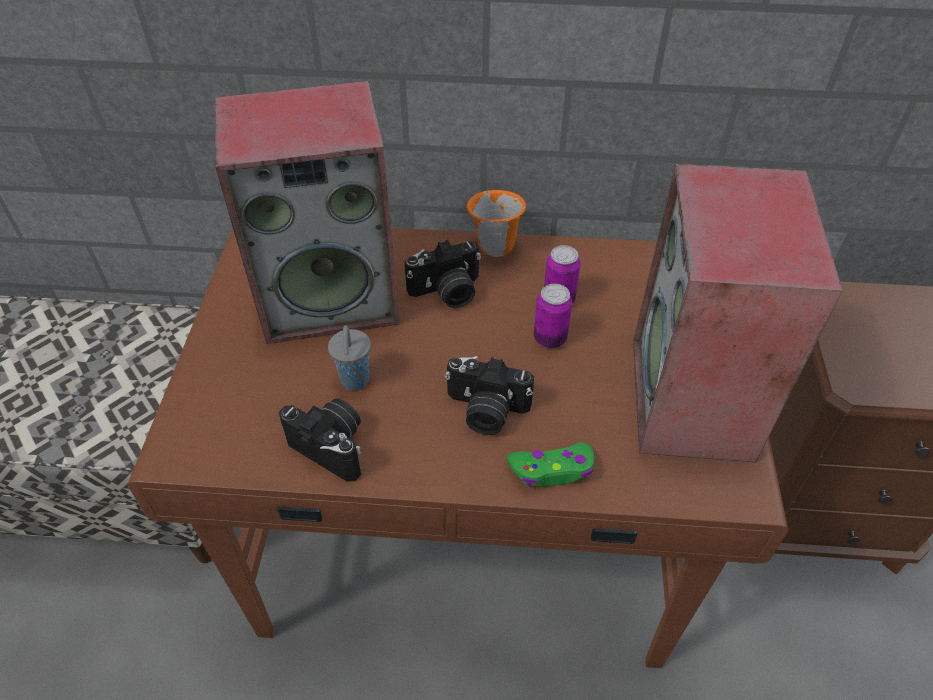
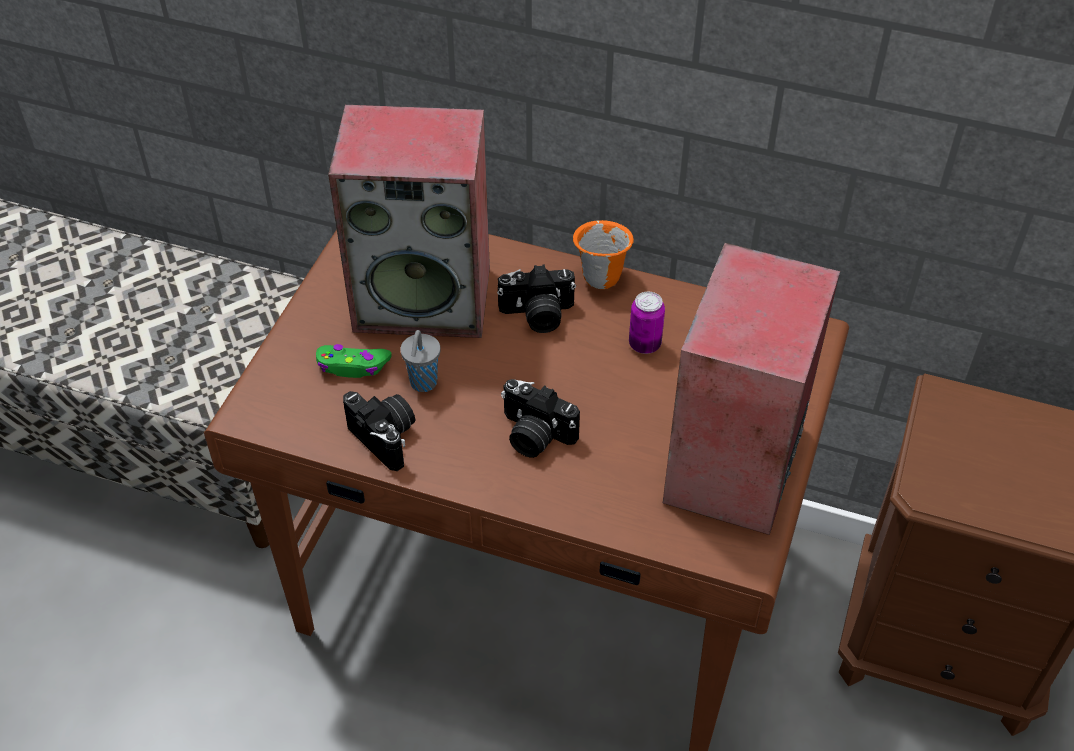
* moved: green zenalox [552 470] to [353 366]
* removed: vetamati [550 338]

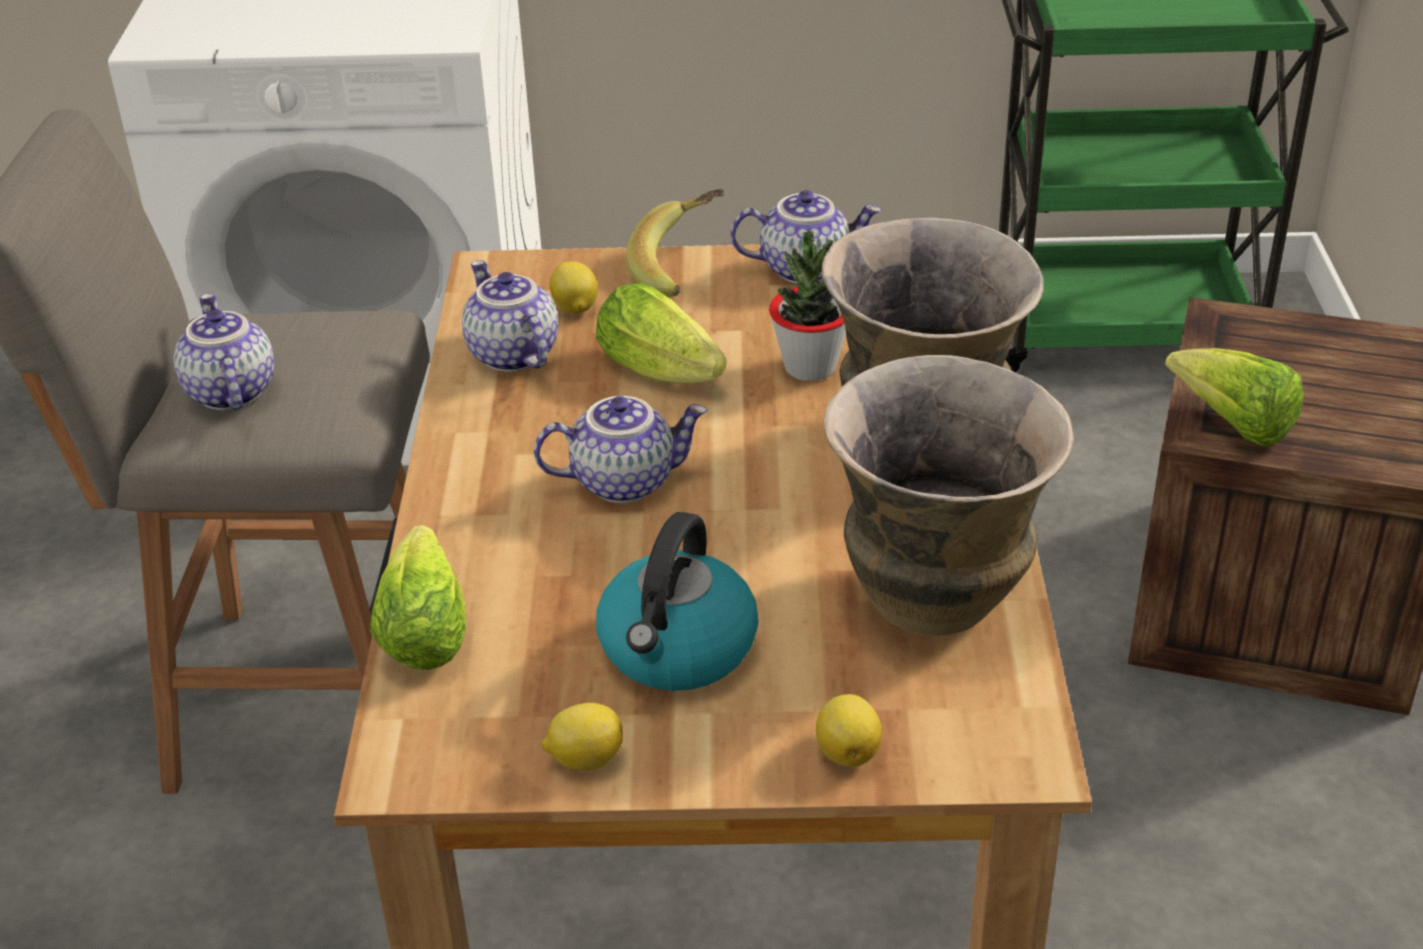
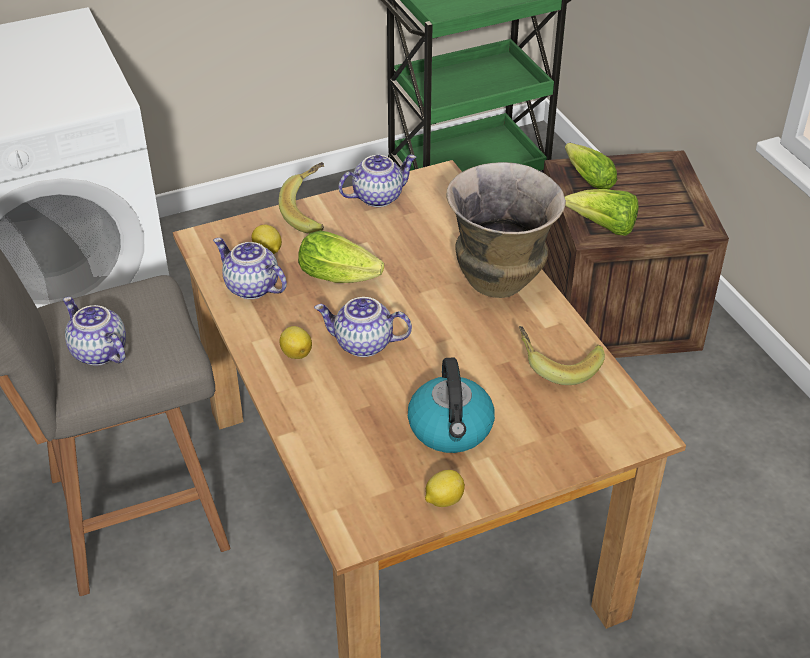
* moved: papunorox [425 624] to [586 178]
* turned: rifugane [624 480] = [363 344] 135 degrees counterclockwise
* removed: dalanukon [810 367]
* moved: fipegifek [848 751] to [296 353]
* replaced: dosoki [936 599] to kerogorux [557 365]

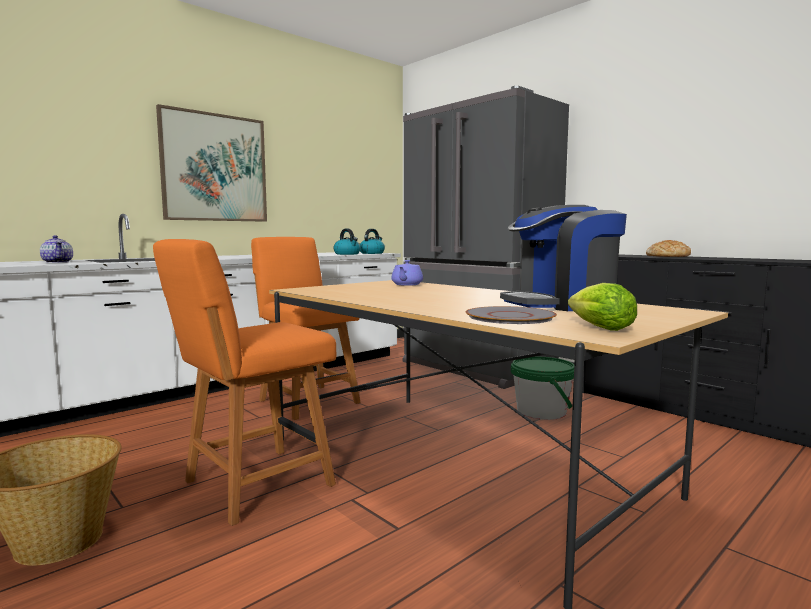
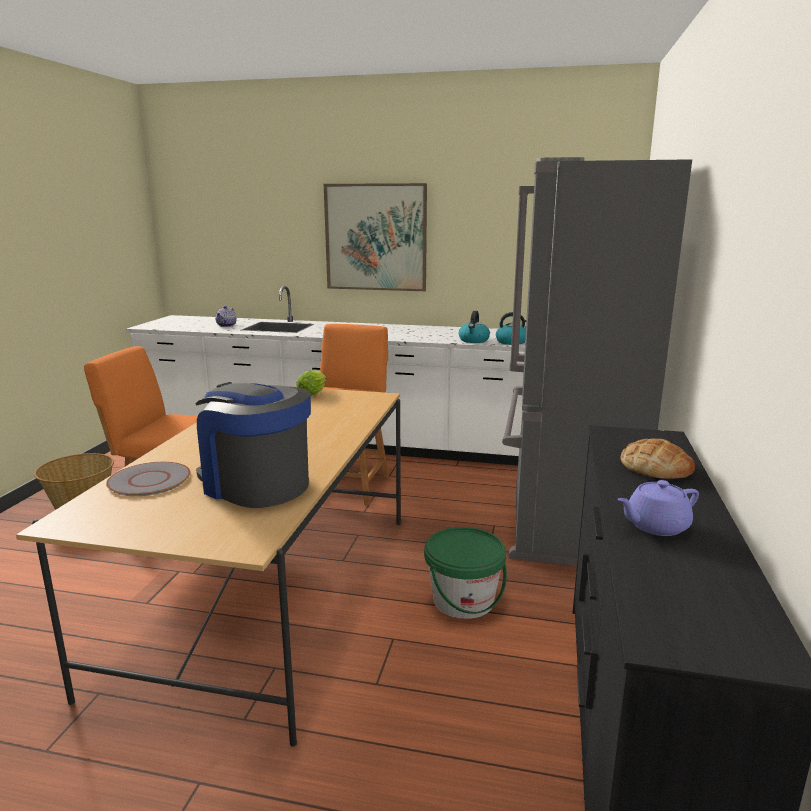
* moved: purple rifugane [406 285] to [655 526]
* moved: papunorox [597 328] to [313 393]

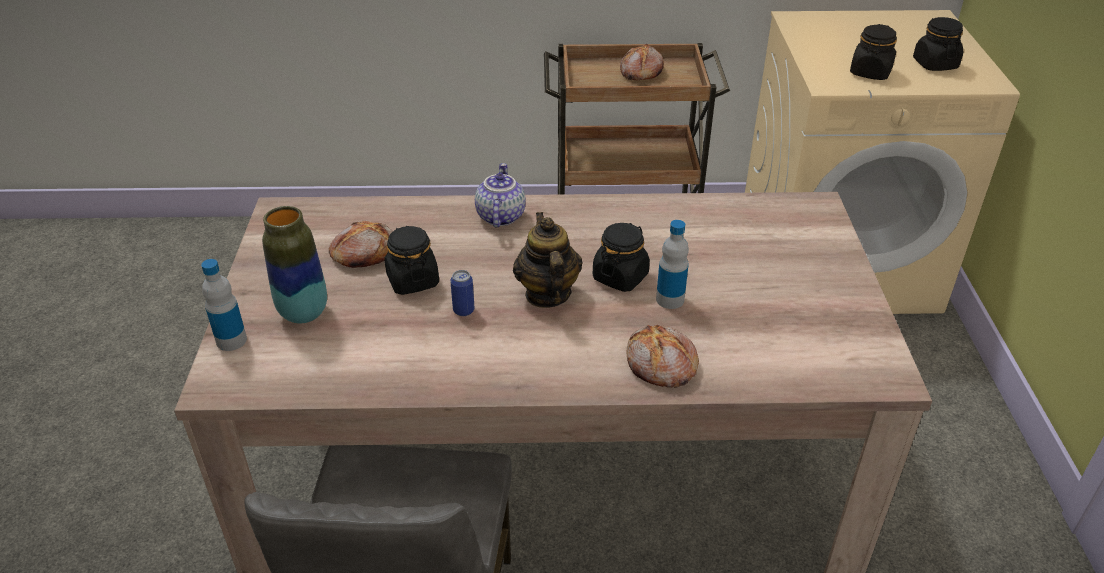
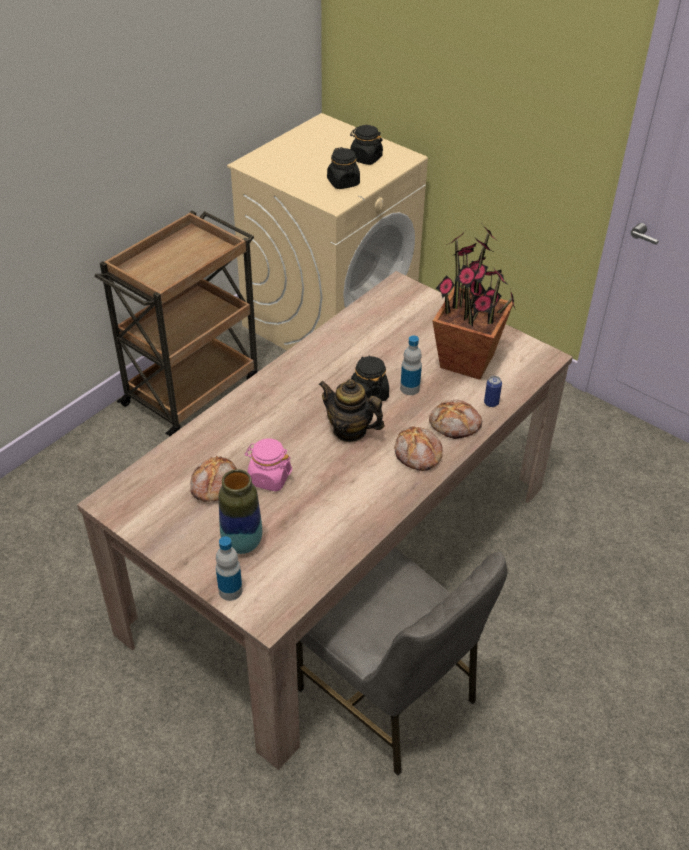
* recoloured: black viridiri [412 280] to pink viridiri [269 478]
* moved: vetamati [463 310] to [491 403]
* removed: rifugane [499 216]
* moved: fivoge [640 72] to [417 454]
* added: dalanukon [467 362]

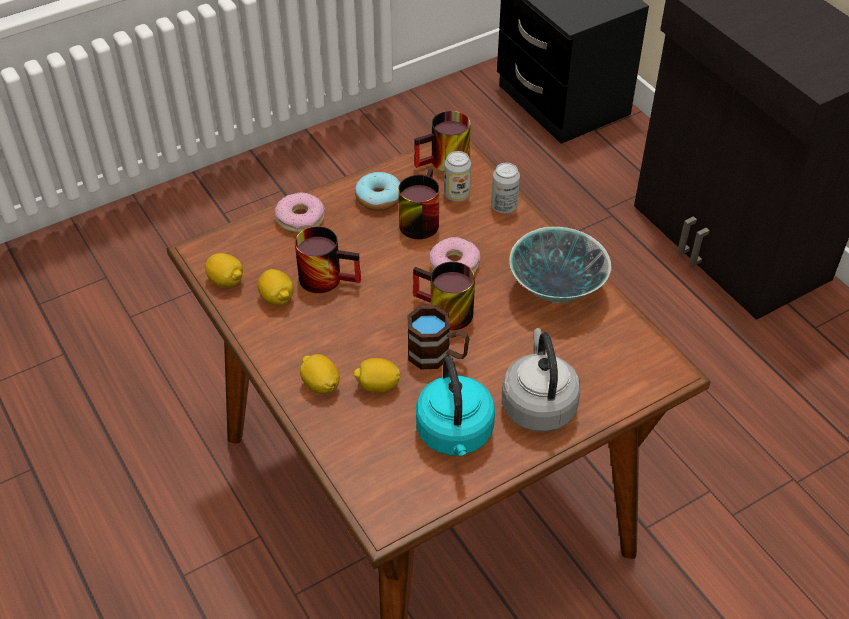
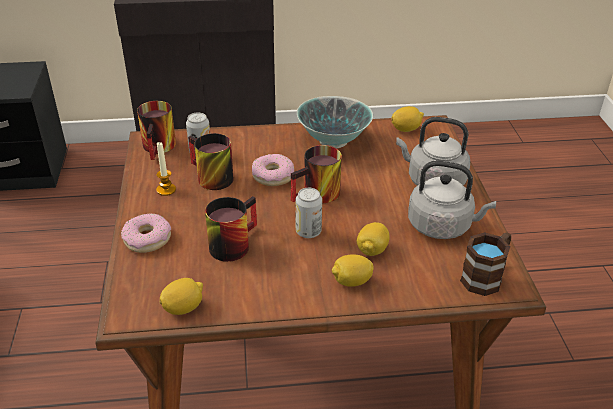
* moved: fipegifek [277 298] to [406 129]
* replaced: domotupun [379 198] to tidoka [166 190]
* moved: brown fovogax [437 356] to [486 276]
* recoloured: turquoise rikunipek [455 435] to grey rikunipek [442 226]
* moved: vetamati [504 206] to [308 232]

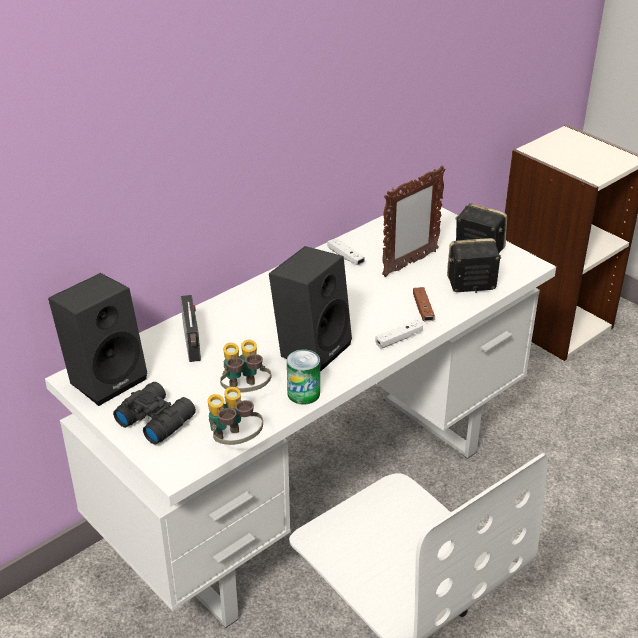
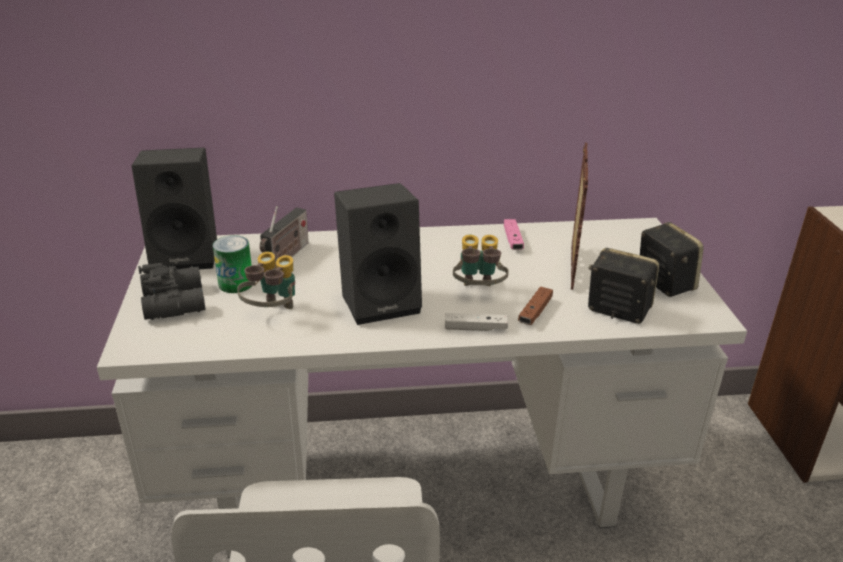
* moved: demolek [234 443] to [478 292]
* moved: vetamati [303 393] to [236 283]
* recoloured: white zenalox [345 257] to pink zenalox [513 240]
* turned: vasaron [409 264] = [571 268] 75 degrees counterclockwise

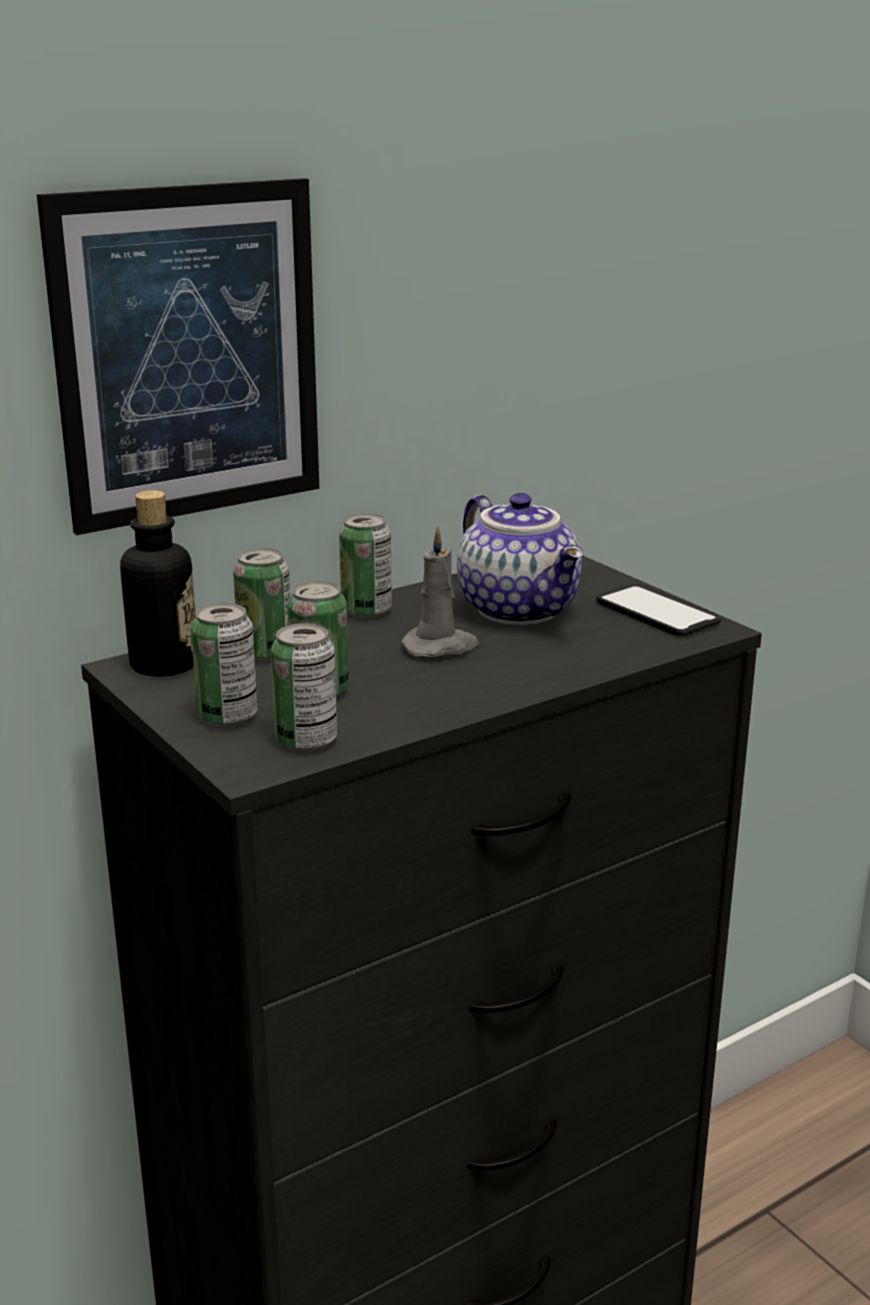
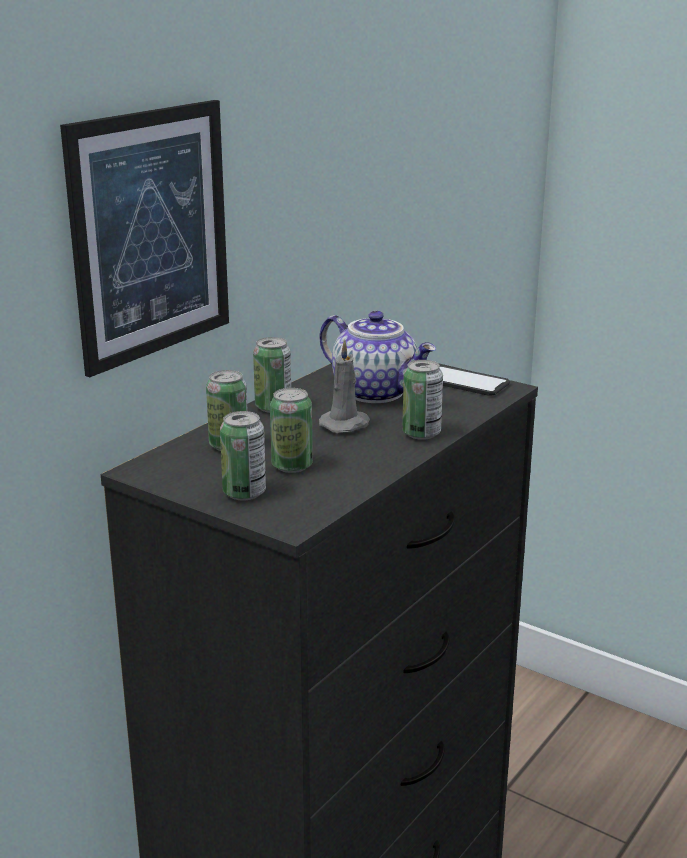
* removed: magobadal [164 665]
* moved: vetamati [306 741] to [421 433]

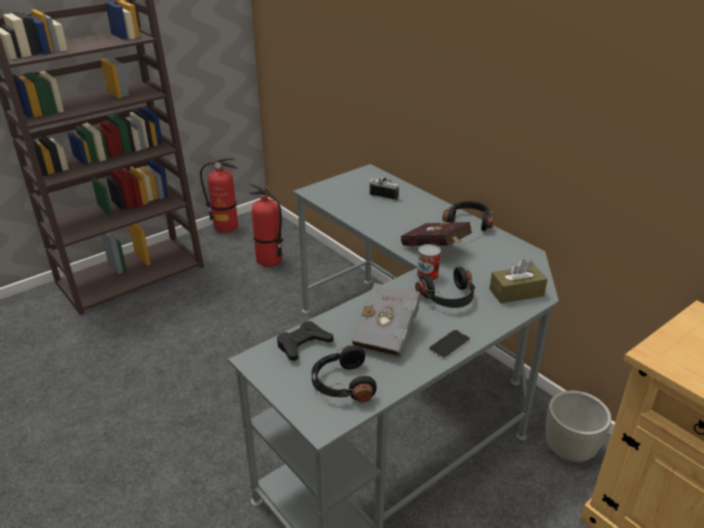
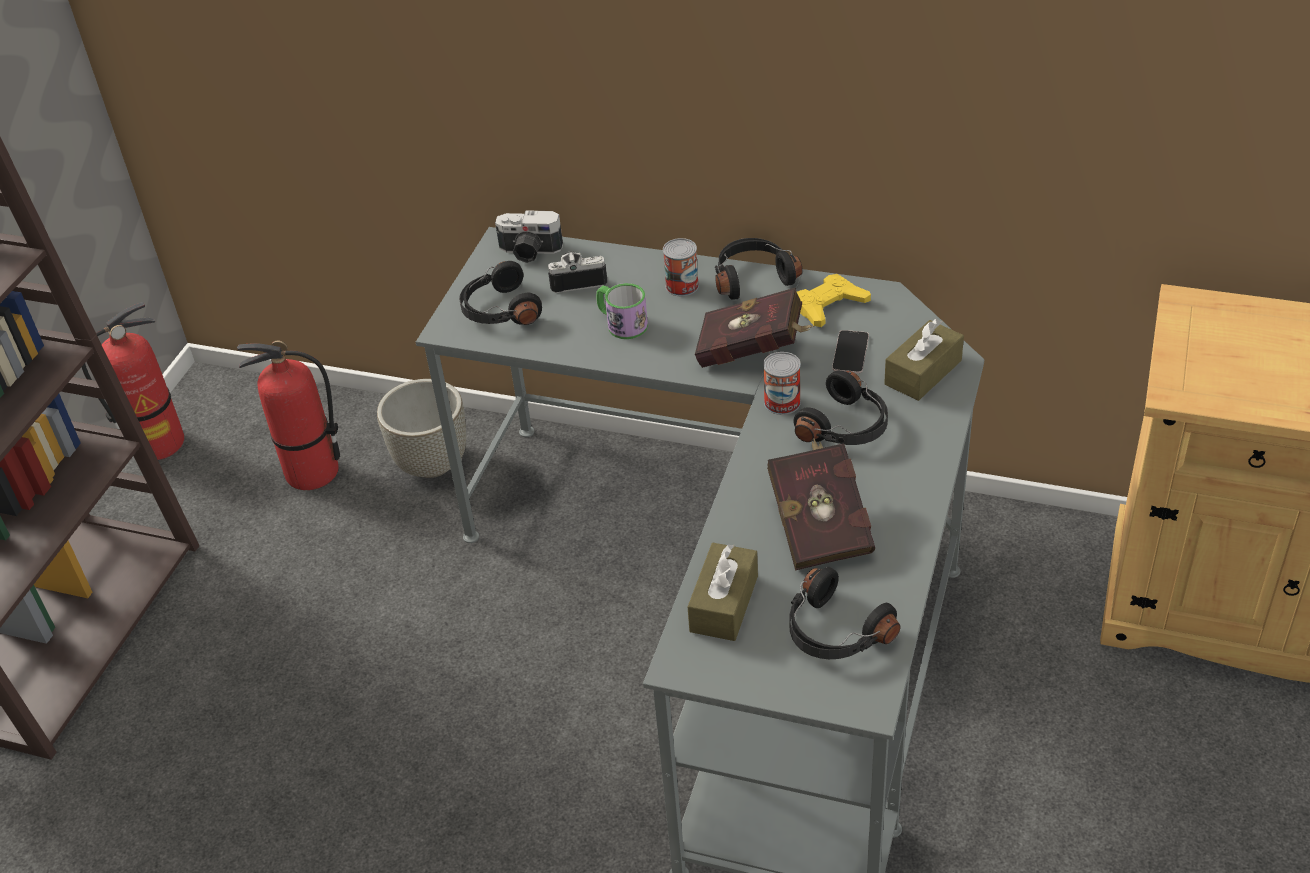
* replaced: black zenalox [303 344] to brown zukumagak [724 603]
* recoloured: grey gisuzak [388 333] to red gisuzak [820 524]
* moved: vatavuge [449 344] to [850 352]
* moved: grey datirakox [570 450] to [433 463]
* added: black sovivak [499 310]
* added: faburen [529 252]
* added: fovogax [621 323]
* added: vetamati [682 286]
* added: yellow zenalox [828 306]

